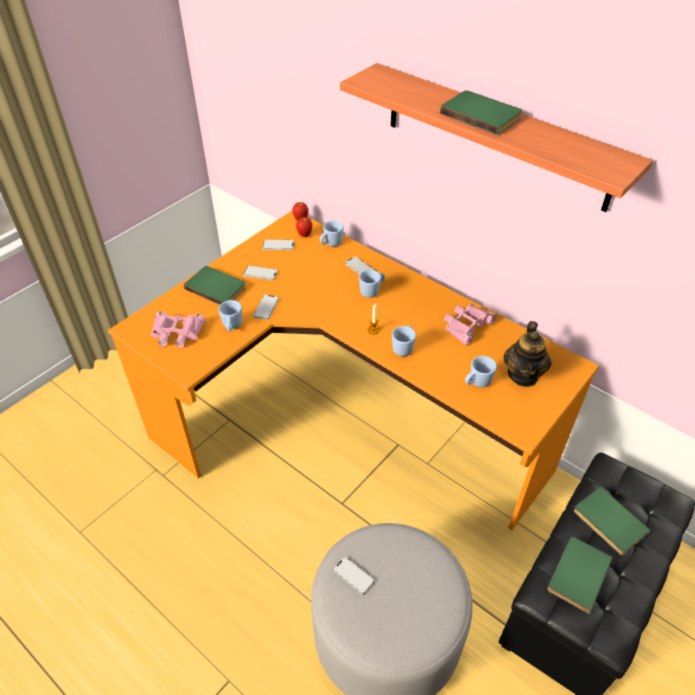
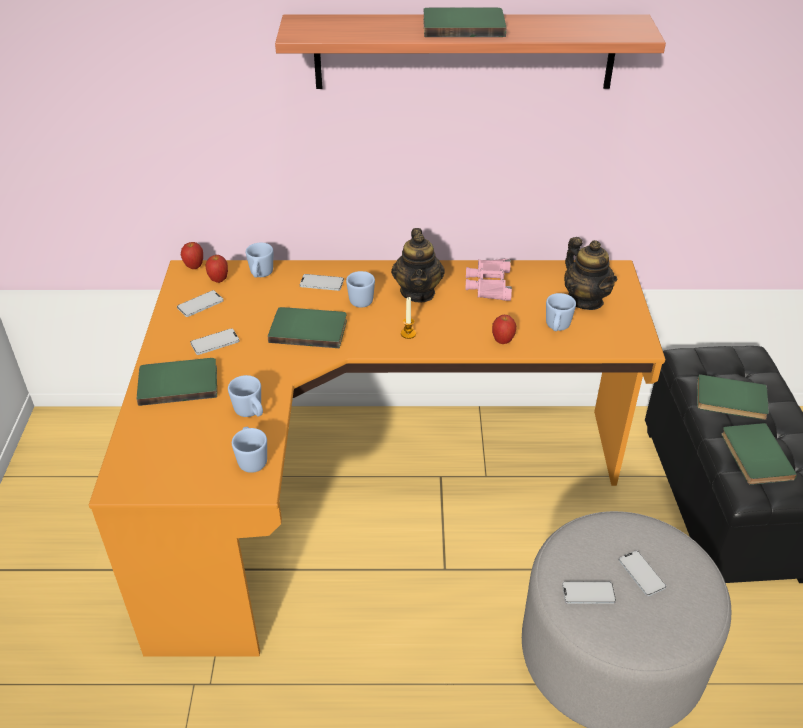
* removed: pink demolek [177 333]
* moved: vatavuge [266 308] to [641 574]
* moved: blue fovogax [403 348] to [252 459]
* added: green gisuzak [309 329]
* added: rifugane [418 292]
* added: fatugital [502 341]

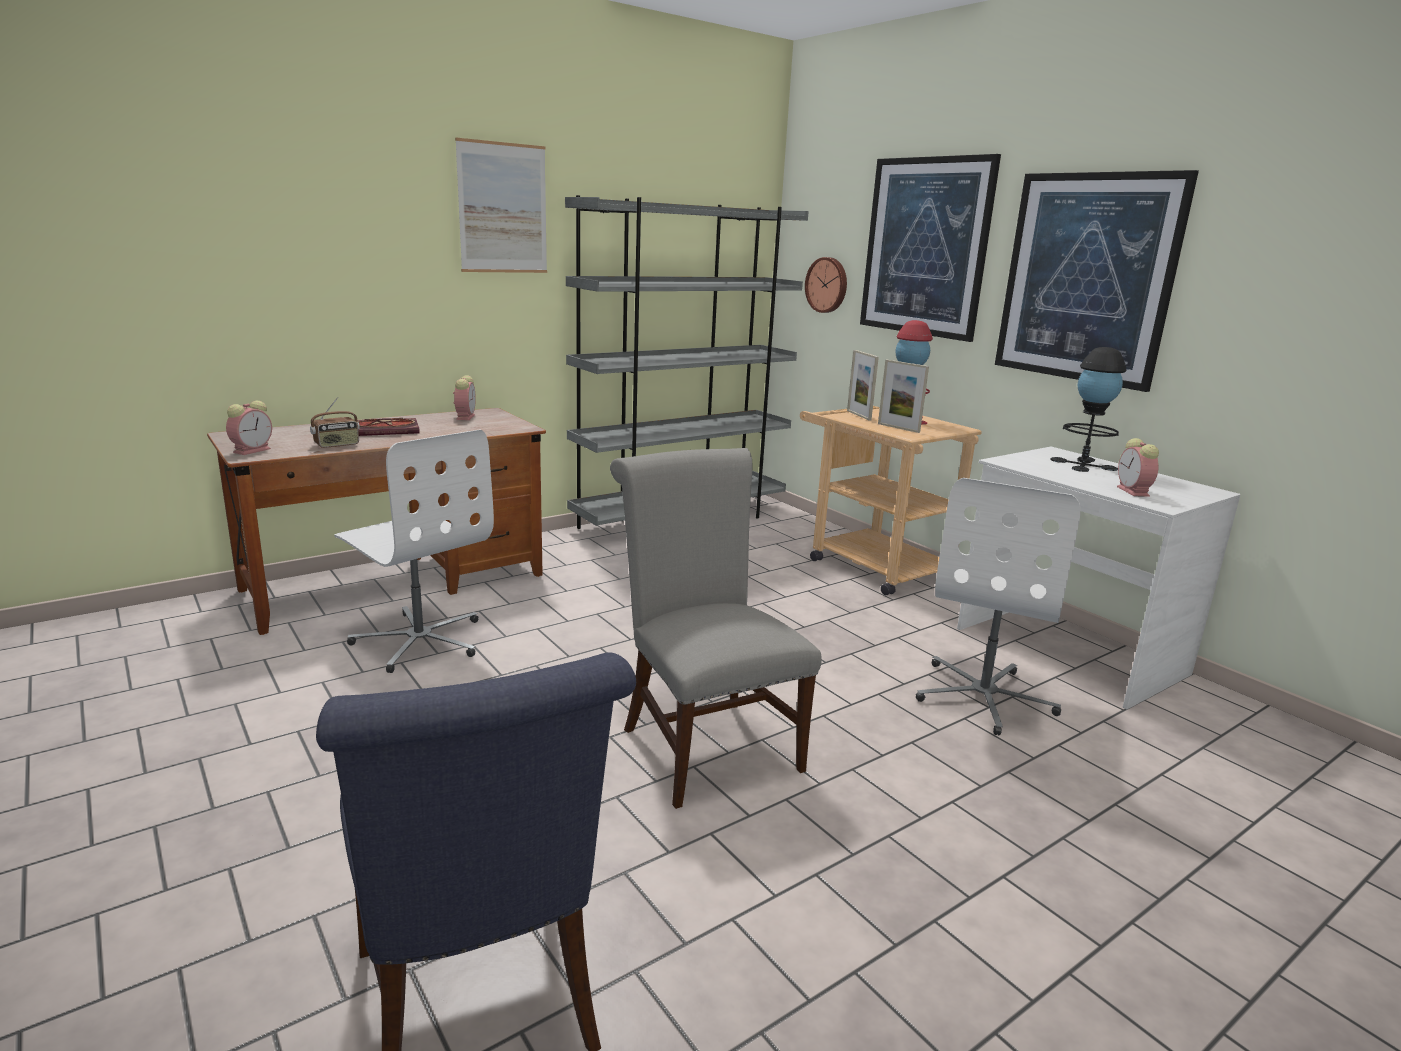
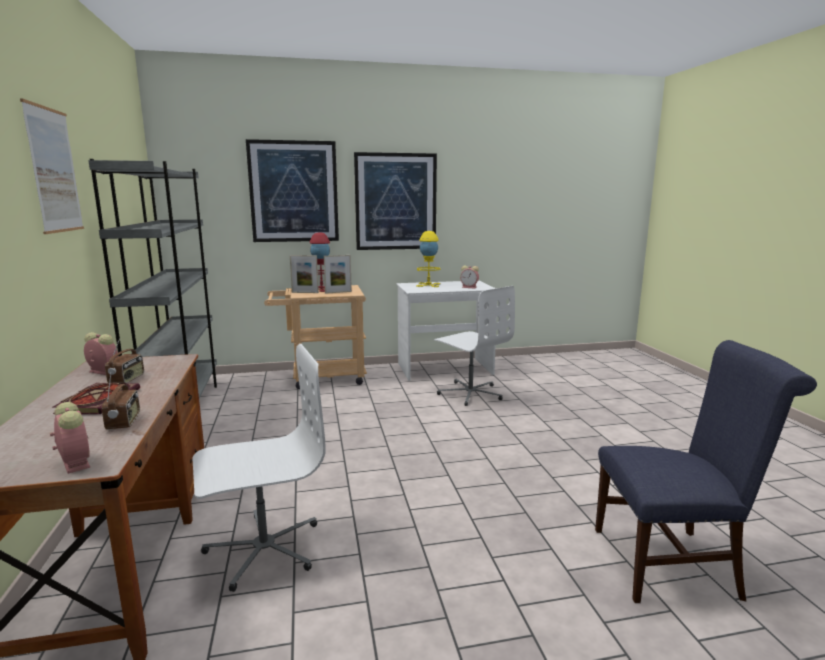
* removed: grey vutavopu [704 743]
* removed: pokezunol [827 285]
* recoloured: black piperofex [1083 464] to yellow piperofex [428 285]
* added: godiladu [127 379]

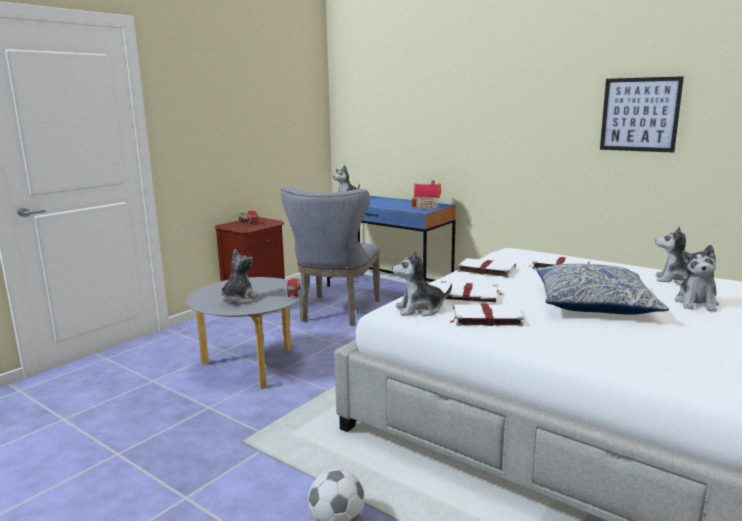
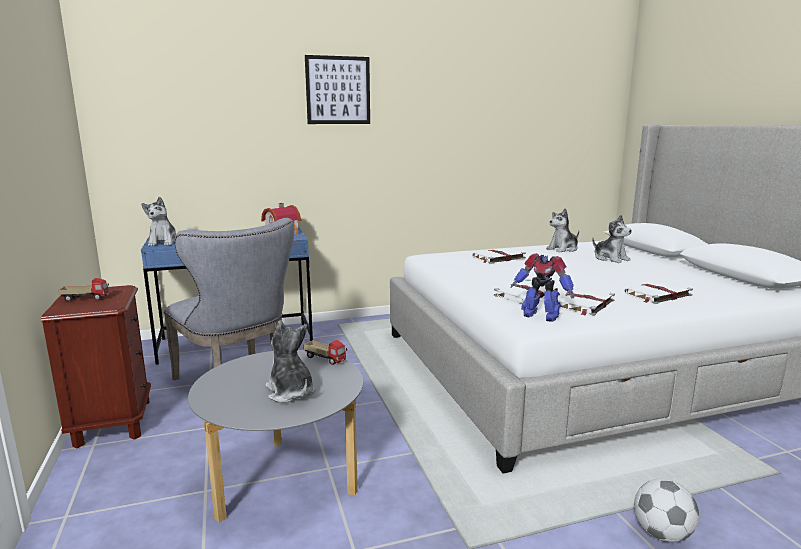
* replaced: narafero [420 309] to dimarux [540 315]
* moved: white gisuzak [485 269] to [657 294]
* removed: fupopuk [593 303]
* moved: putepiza [639 114] to [338 90]

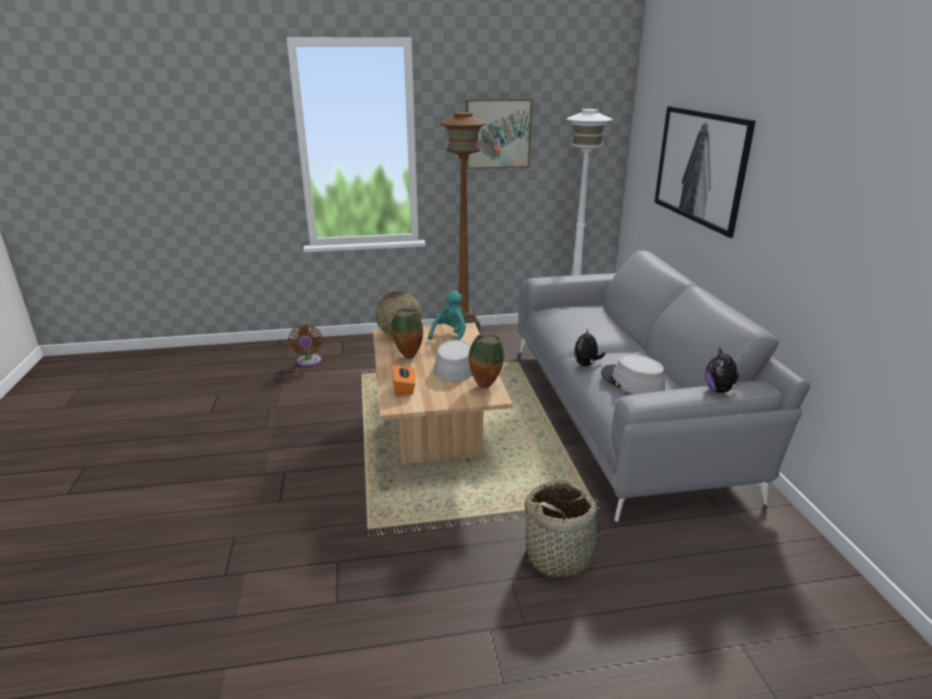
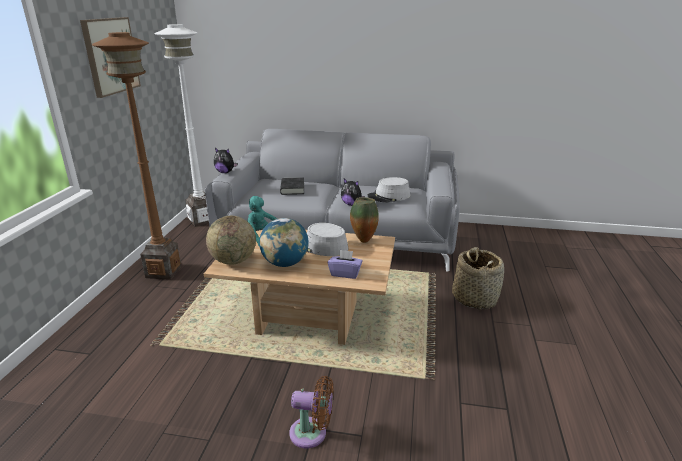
* moved: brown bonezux [309 362] to [312 433]
* replaced: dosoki [408 356] to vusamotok [285 263]
* recoloured: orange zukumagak [404 388] to purple zukumagak [345 273]
* removed: putepiza [701 167]
* moved: narafero [720 390] to [225 172]
* added: black gisuzak [292 189]

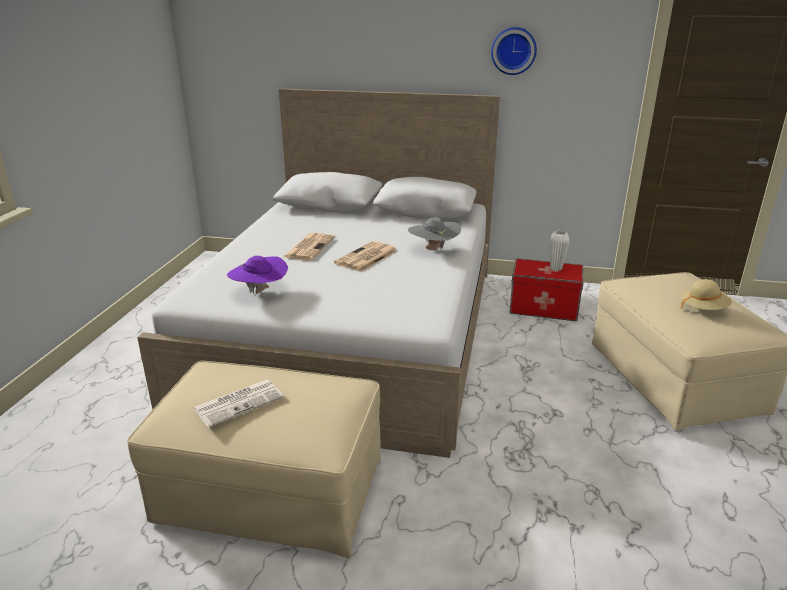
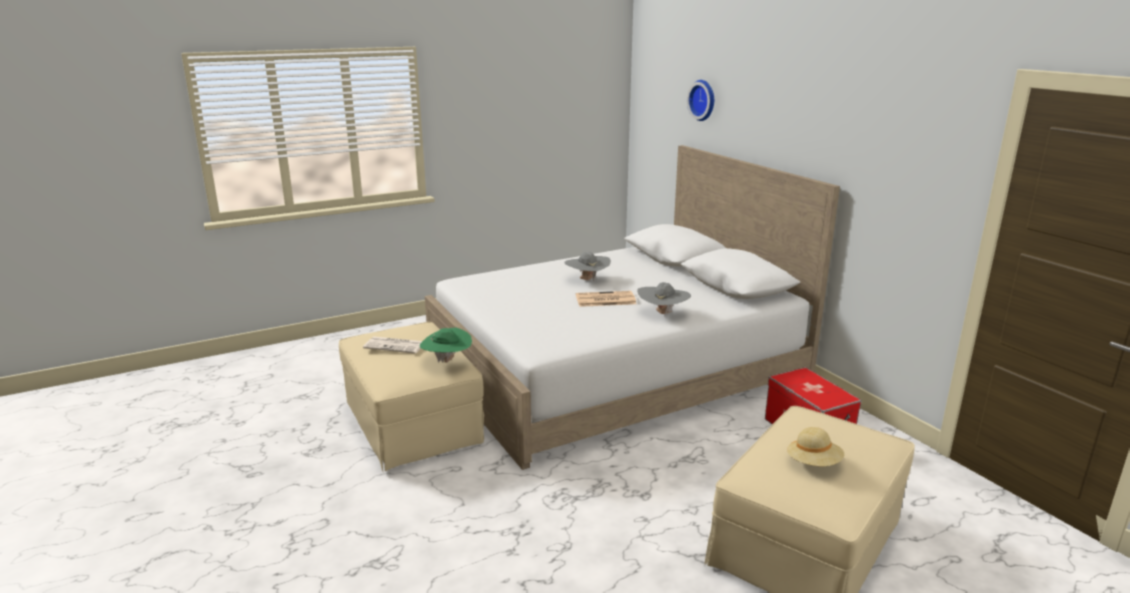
* removed: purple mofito [260 293]
* replaced: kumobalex [309 247] to grey mofito [587 280]
* moved: pokezunol [513 51] to [703 100]
* removed: white dosoki [556 268]
* added: green mofito [447 361]

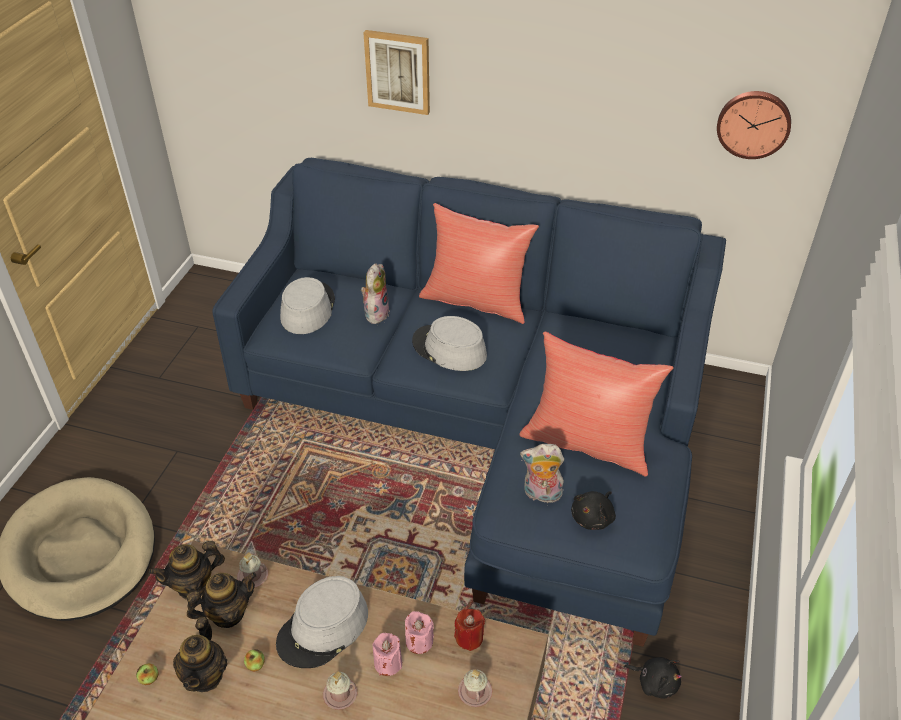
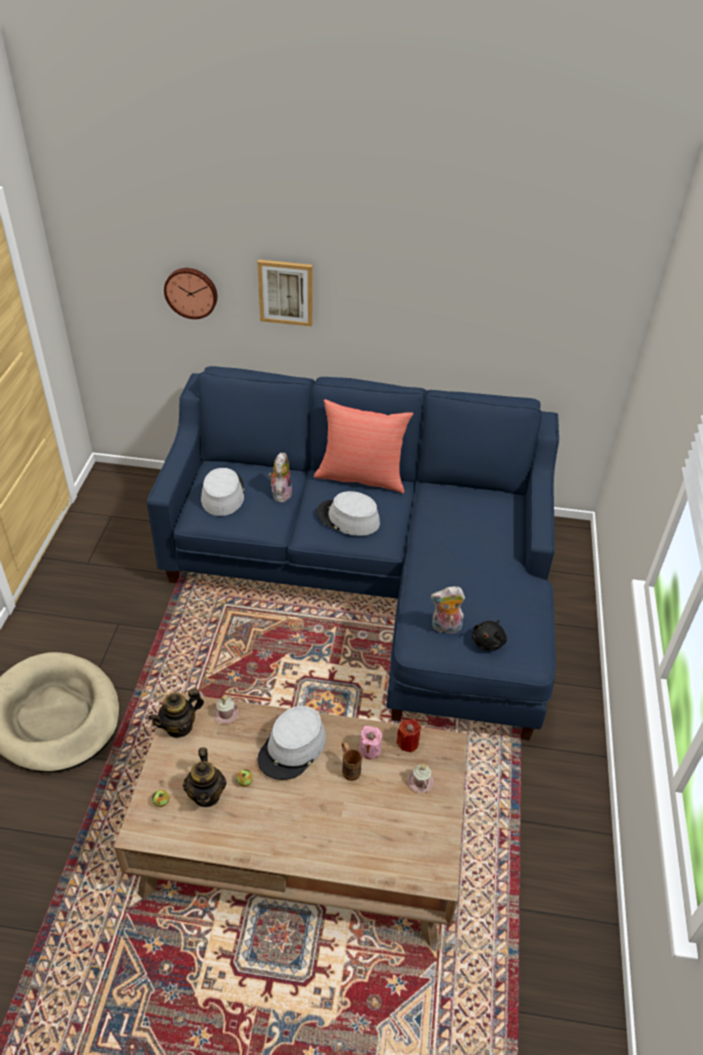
* removed: rifugane [227 613]
* removed: pink fovogax [340 694]
* replaced: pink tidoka [388 663] to brown fovogax [349 768]
* removed: red fupopuk [587 442]
* removed: black narafero [655 682]
* moved: pokezunol [753 123] to [191 292]

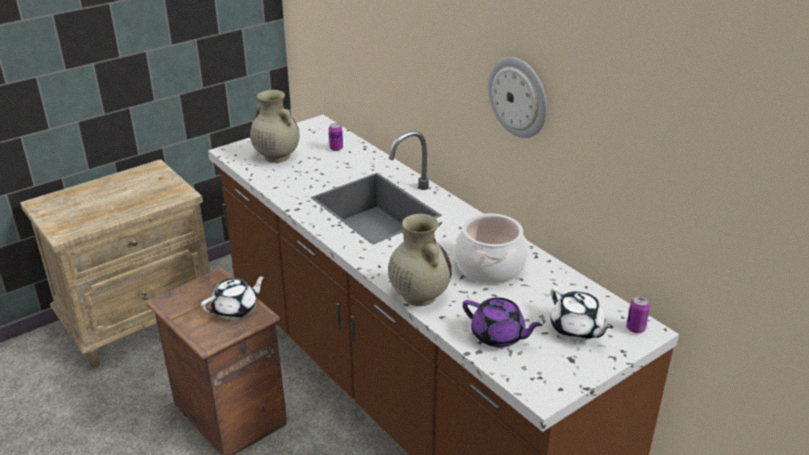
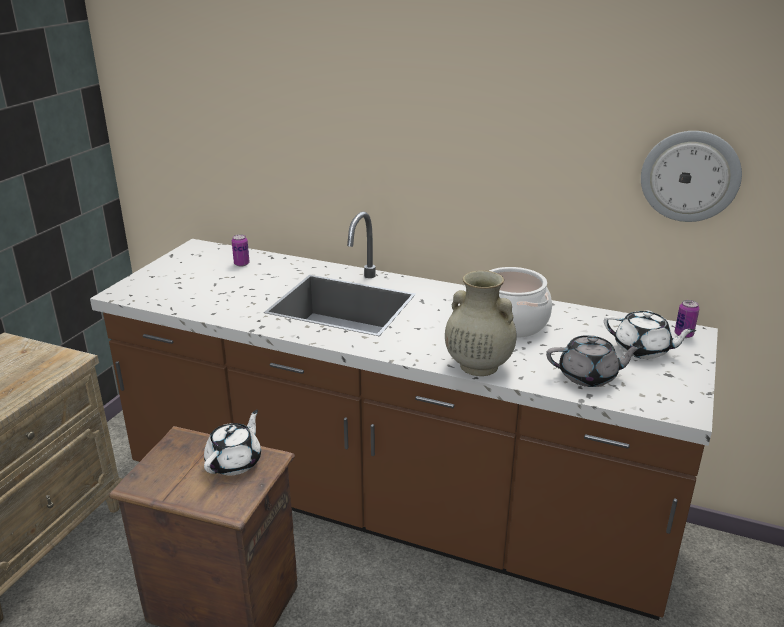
* removed: beige dosoki [276 156]
* recoloured: purple rifugane [498 336] to grey rifugane [589 376]
* moved: pokezunol [518 97] to [690 176]

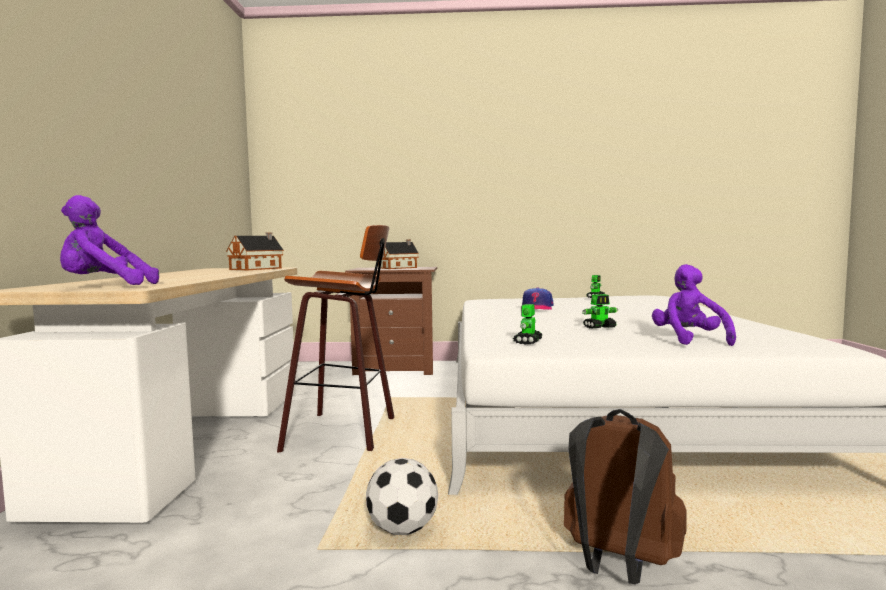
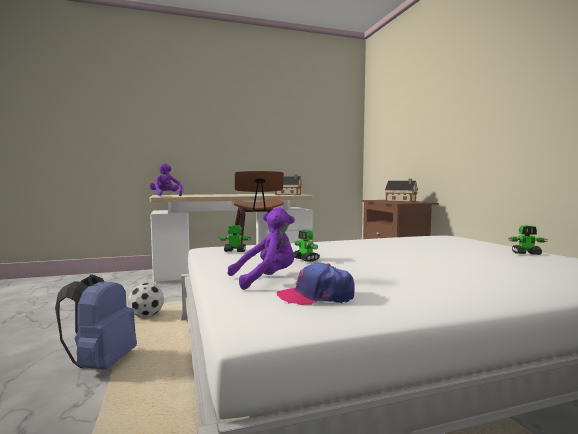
* moved: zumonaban [536 308] to [316 296]
* recoloured: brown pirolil [618 565] to blue pirolil [101 364]

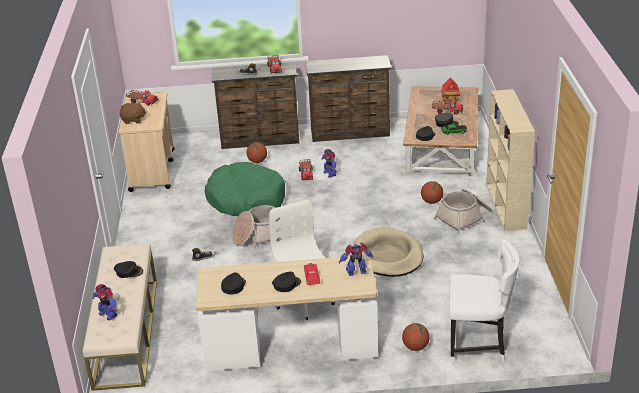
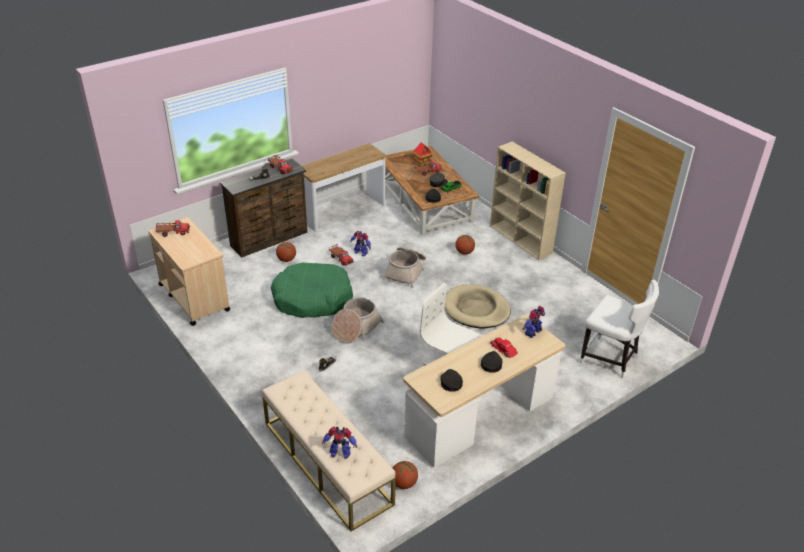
* removed: black zumonaban [129 272]
* removed: brown narafero [133 120]
* replaced: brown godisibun [350 133] to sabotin [343 211]
* moved: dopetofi [415 347] to [404 483]
* moved: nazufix [464 218] to [406 272]
* turned: white vutavopu [478 346] = [610 359] 60 degrees clockwise

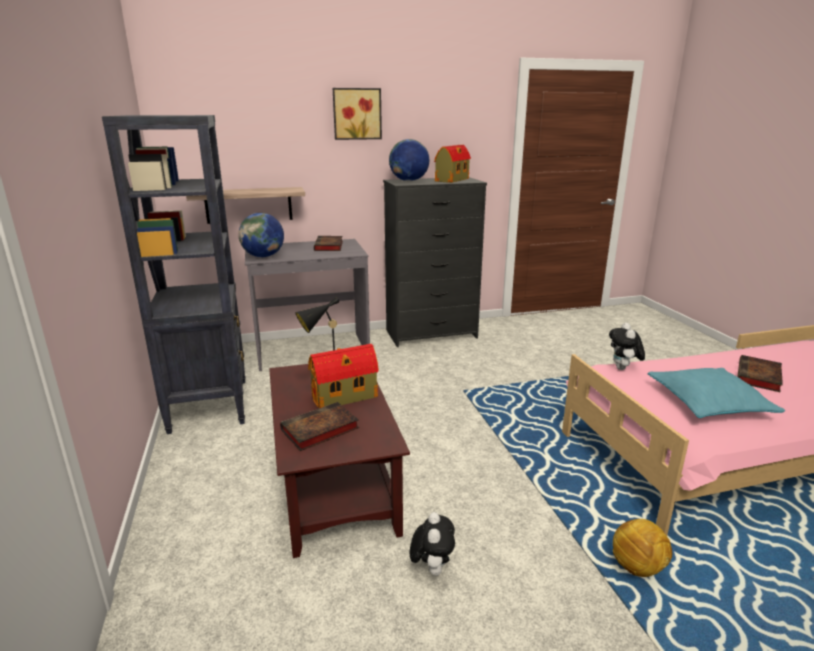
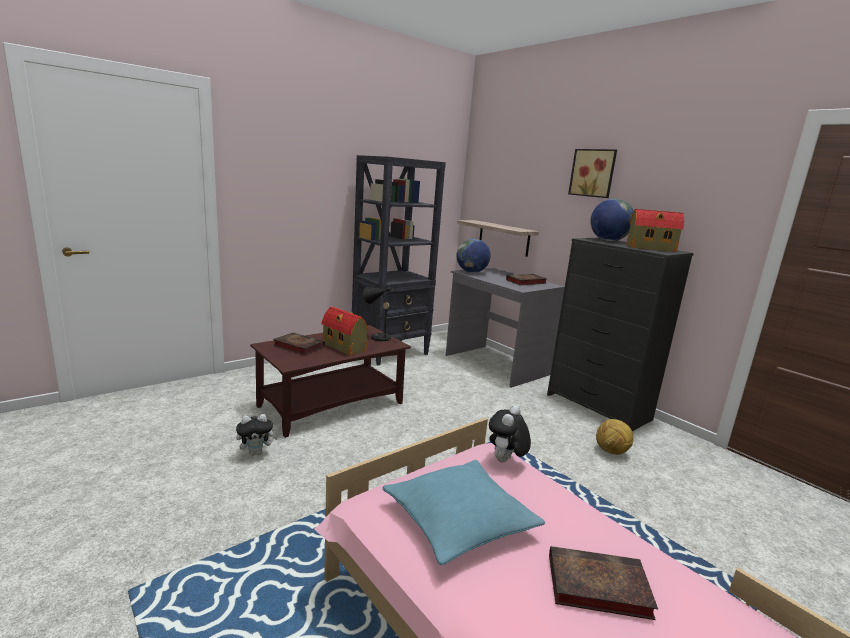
* turned: narafero [623 369] = [505 461] 45 degrees counterclockwise
* moved: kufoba [637 567] to [611 452]

